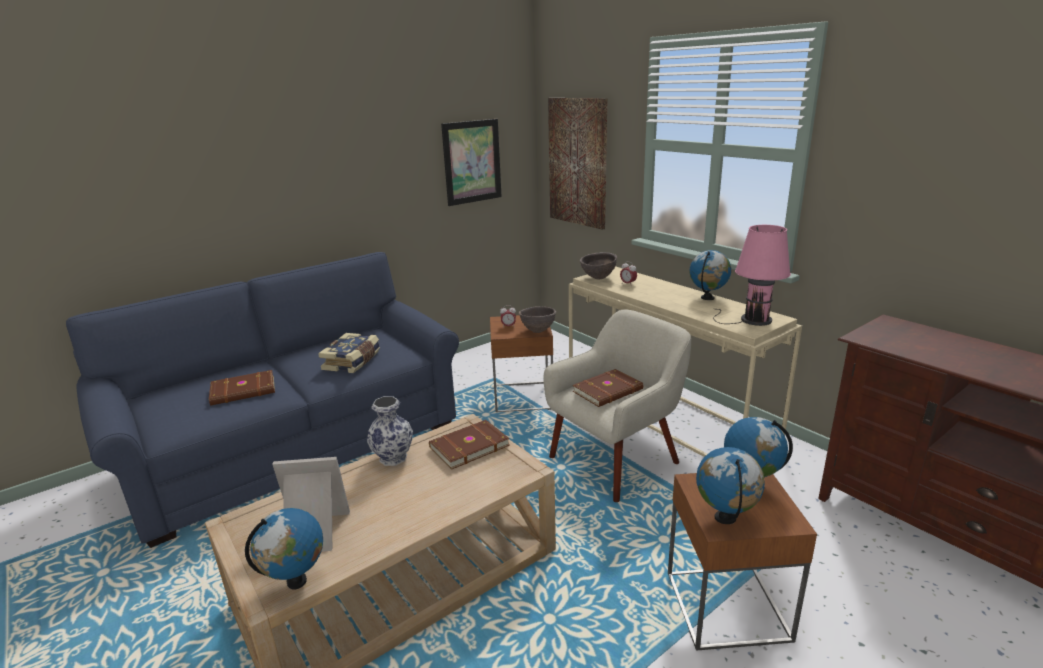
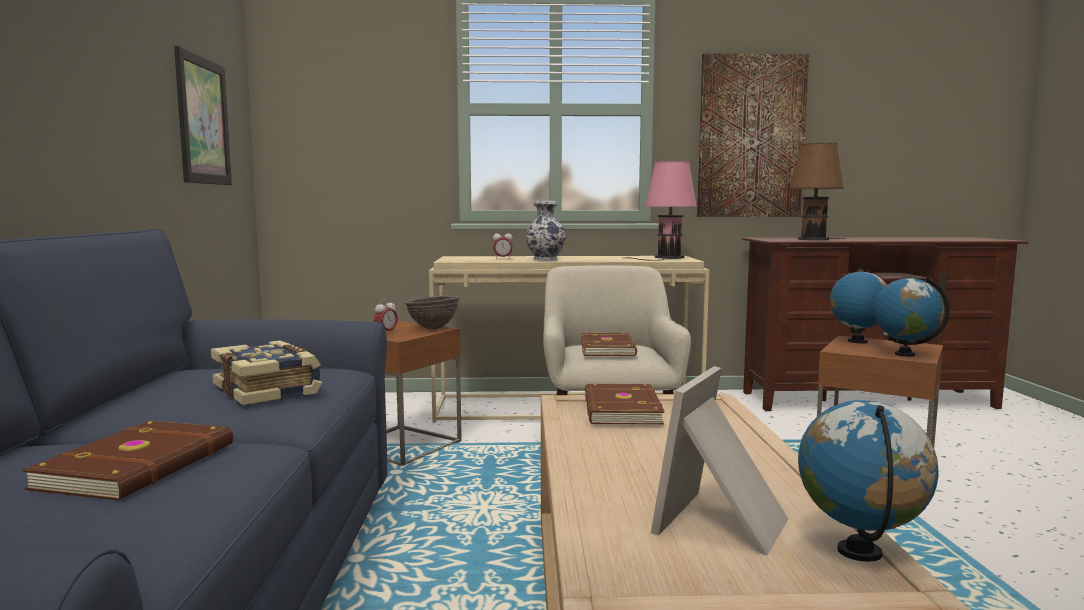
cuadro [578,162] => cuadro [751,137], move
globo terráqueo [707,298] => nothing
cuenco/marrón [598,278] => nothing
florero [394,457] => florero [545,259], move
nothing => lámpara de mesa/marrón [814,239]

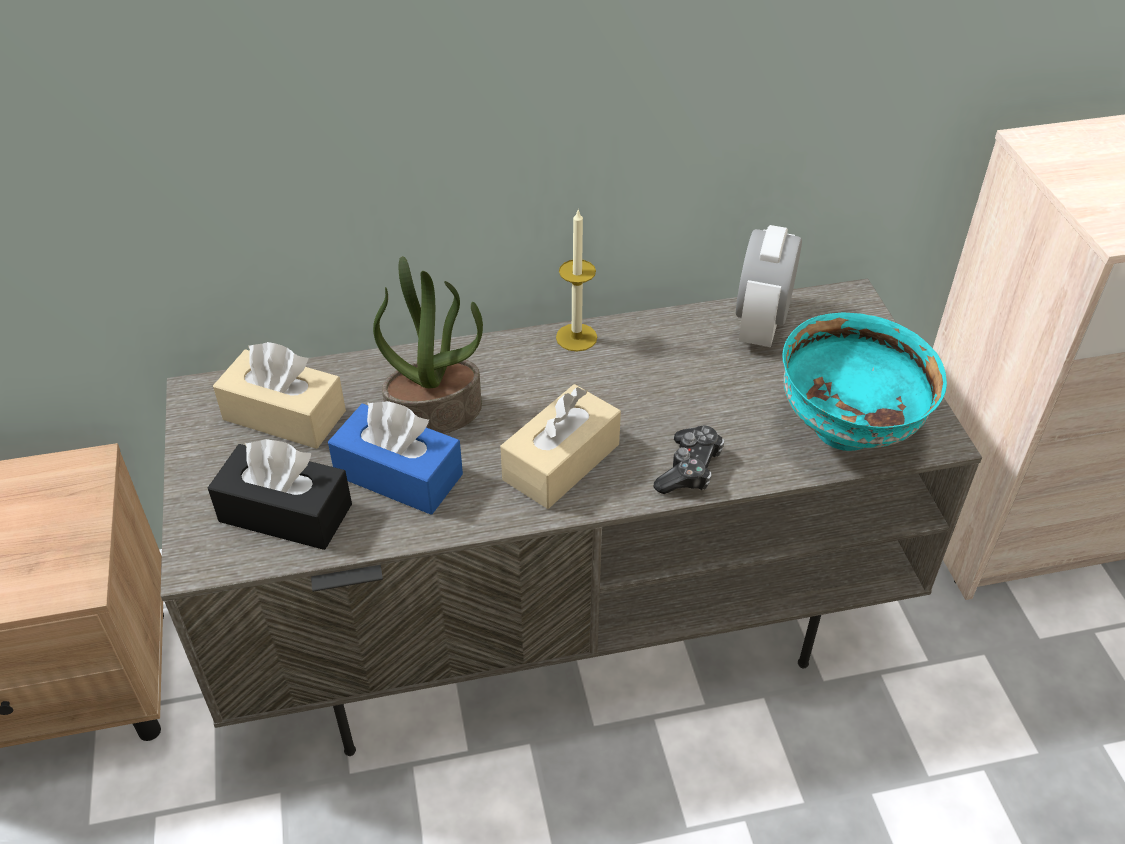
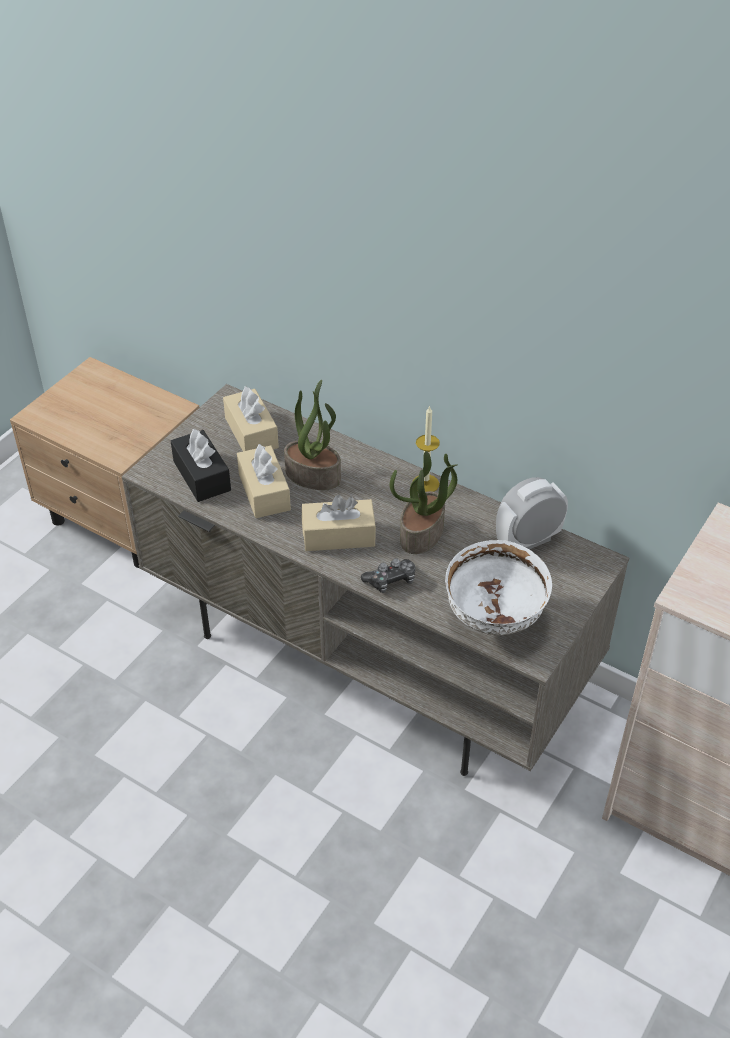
cuenco/turquesa [848,429] => cuenco/blanco [495,619]
caja de pañuelos/azul [398,475] => caja de pañuelos/beis [264,492]
nothing => planta en maceta [422,534]

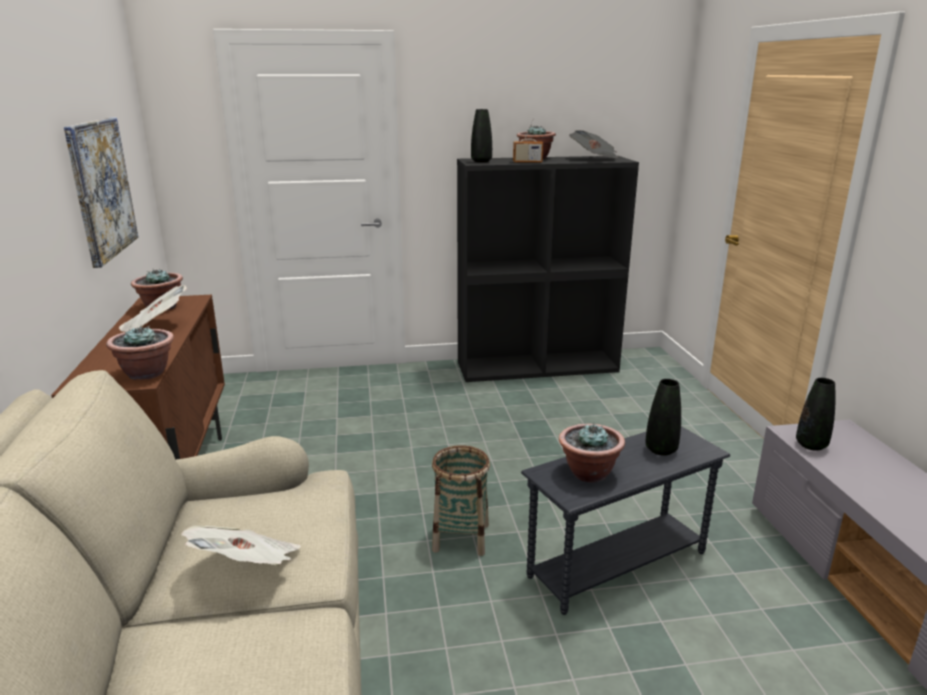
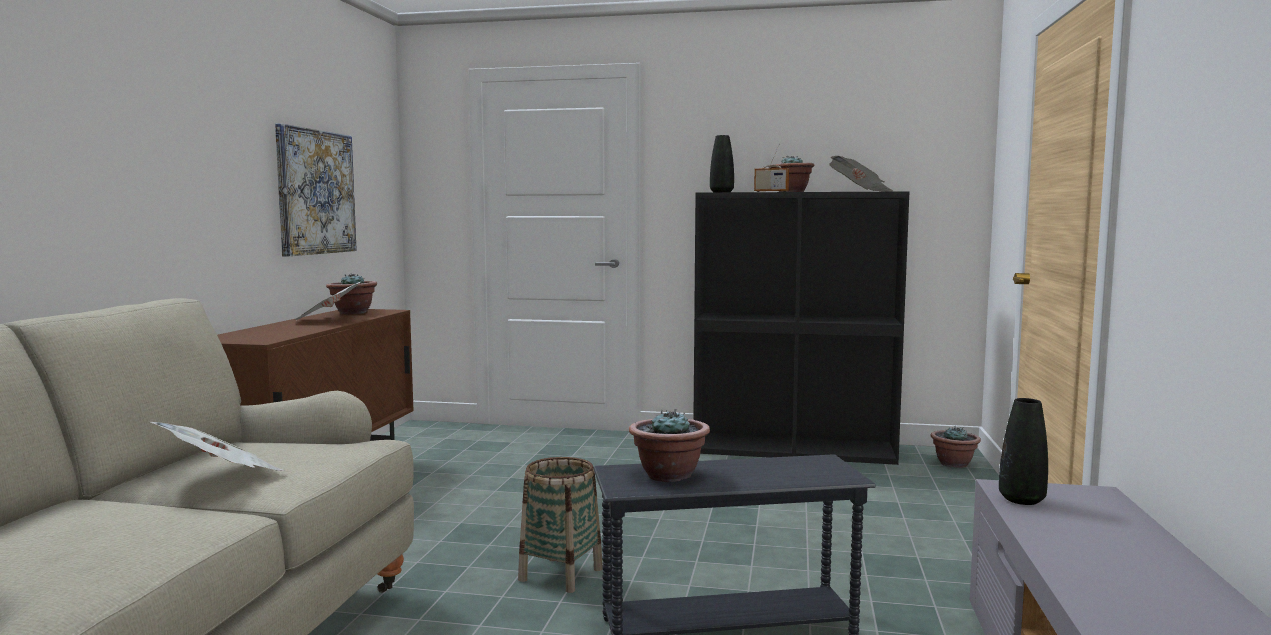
planta en maceta [146,373] => planta en maceta [954,464], move
florero/negro [661,450] => nothing

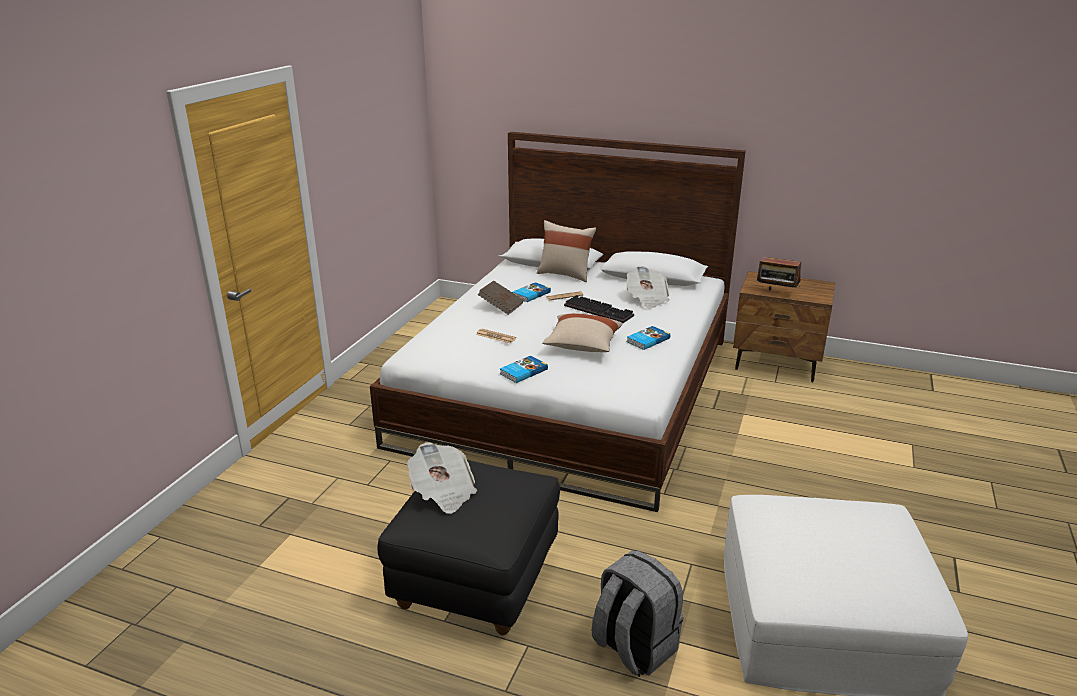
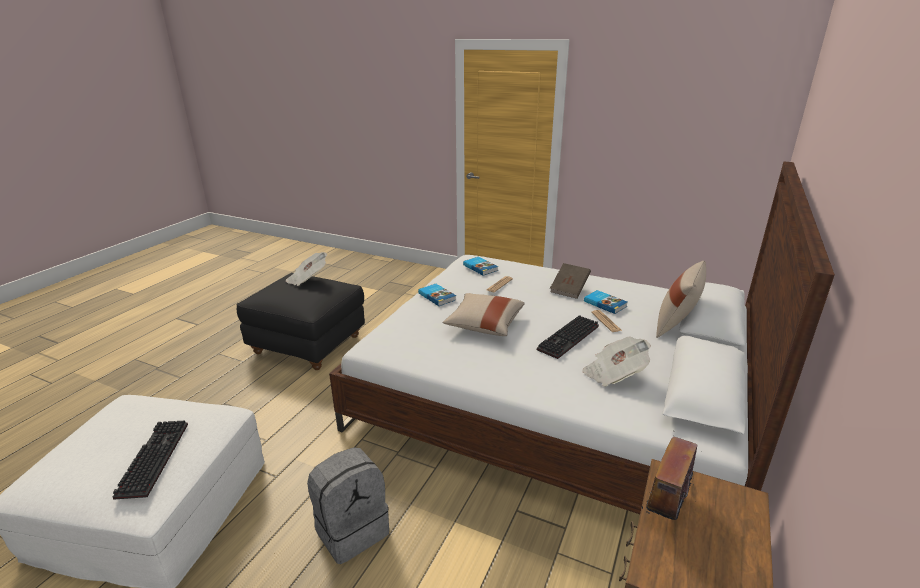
libro [647,340] => libro [480,267], move
mochila/gris [633,647] => mochila/gris [352,529], move
nothing => teclado [152,458]

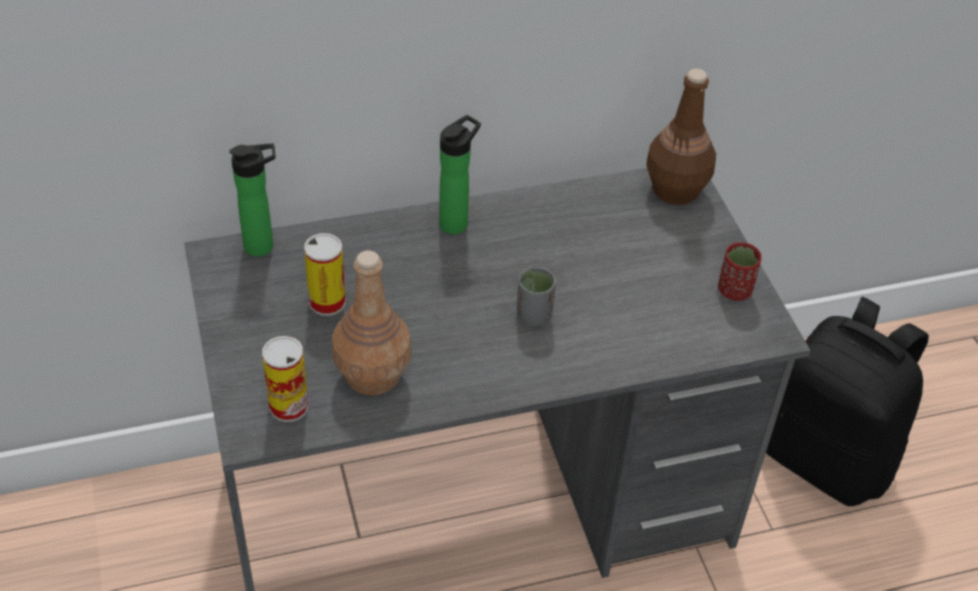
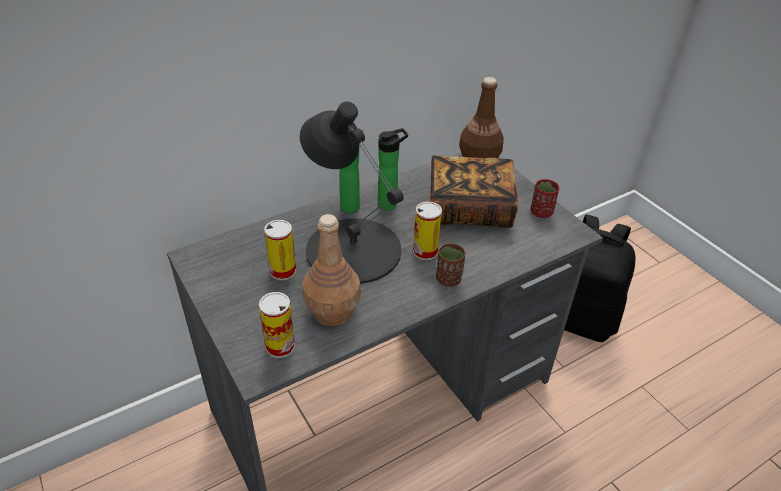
botella [263,246] => botella [390,204], move
taza/gris [534,316] => lata [425,251]
nothing => lámpara de mesa/negro [353,249]
nothing => libro [469,209]
nothing => taza/marrón [448,279]

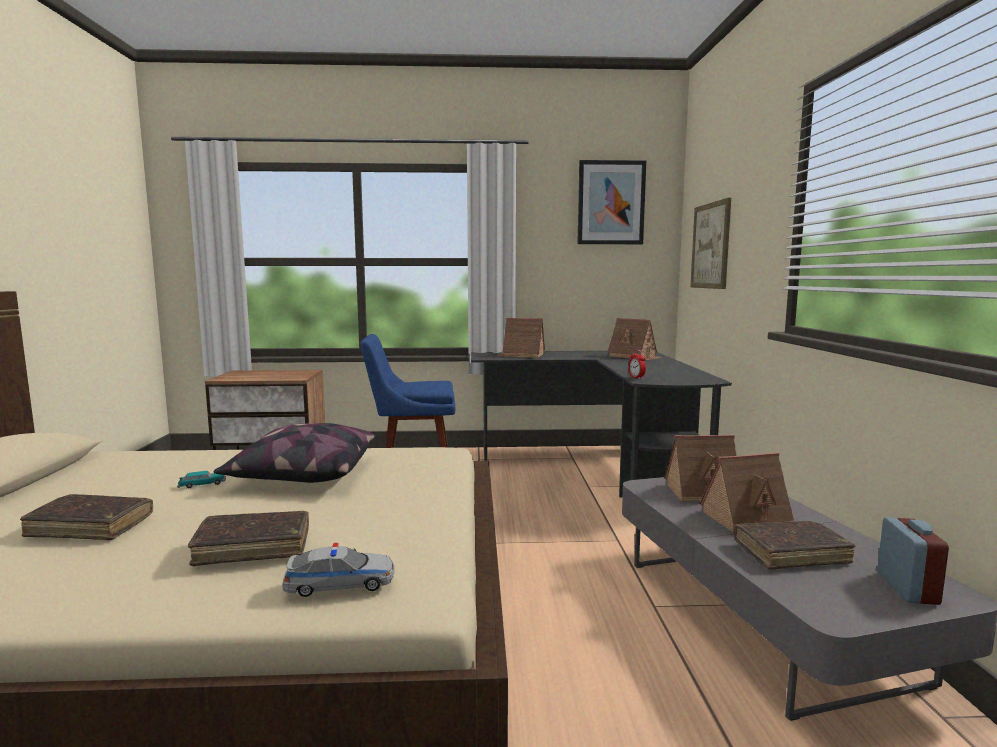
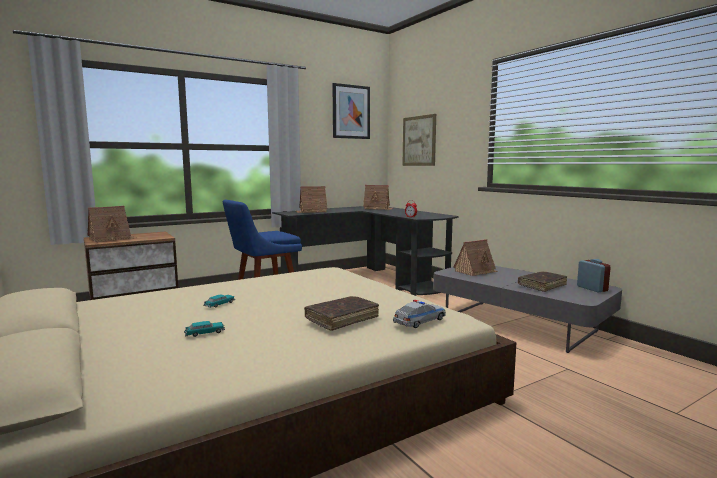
cojín [303,475] => nothing
casita [748,518] => casita [112,238], move
libro/marrón [91,527] => coche de juguete [205,333]

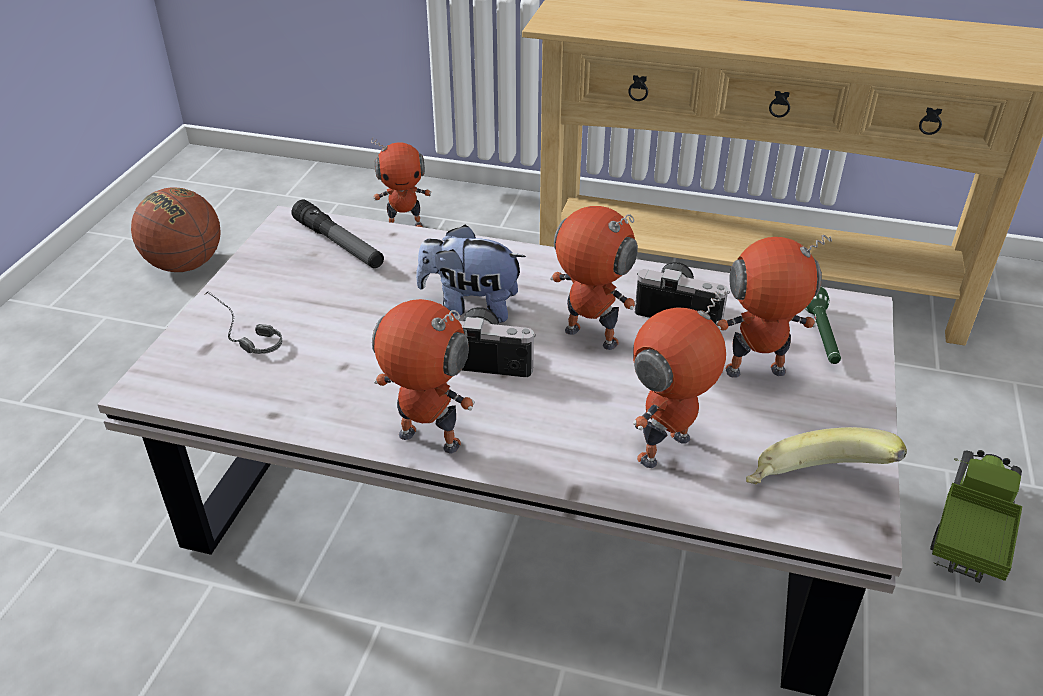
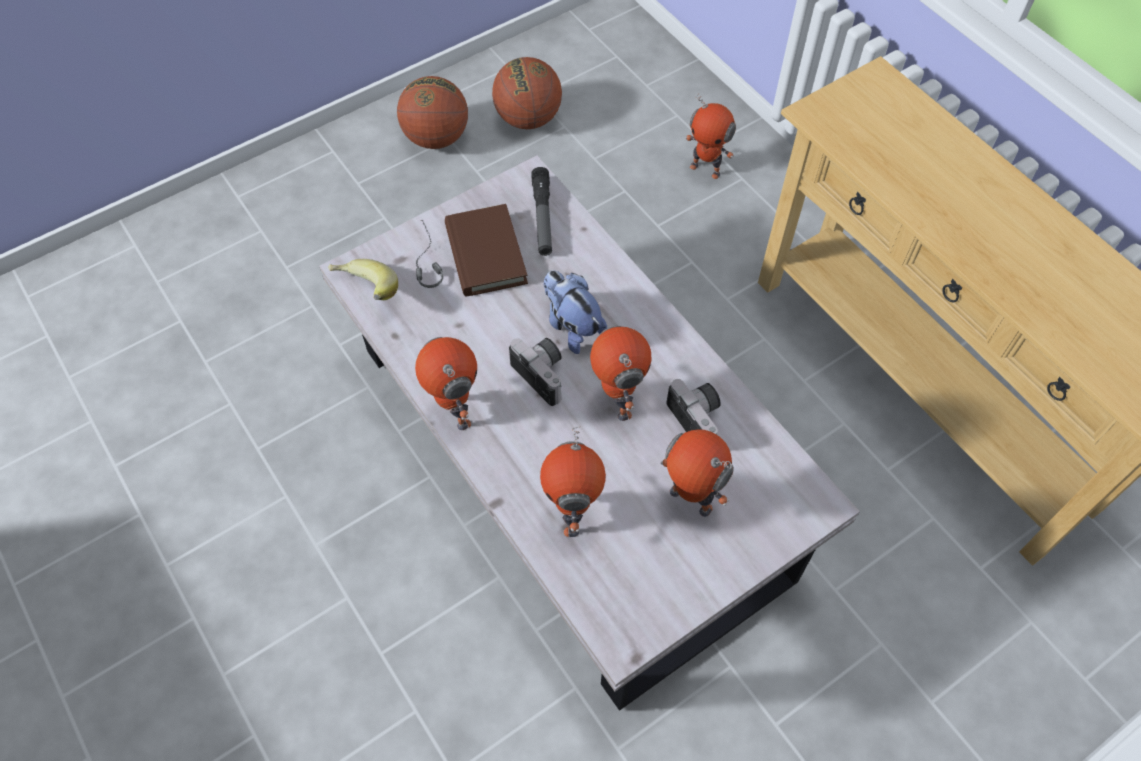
linterna/verde [821,336] => nothing
robot de juguete [666,451] => robot de juguete [573,515], 90 degrees counterclockwise
plátano [814,488] => plátano [365,293], move
camión de juguete [970,530] => nothing
nothing => balón de baloncesto [436,138]
nothing => libro/marrón [485,254]

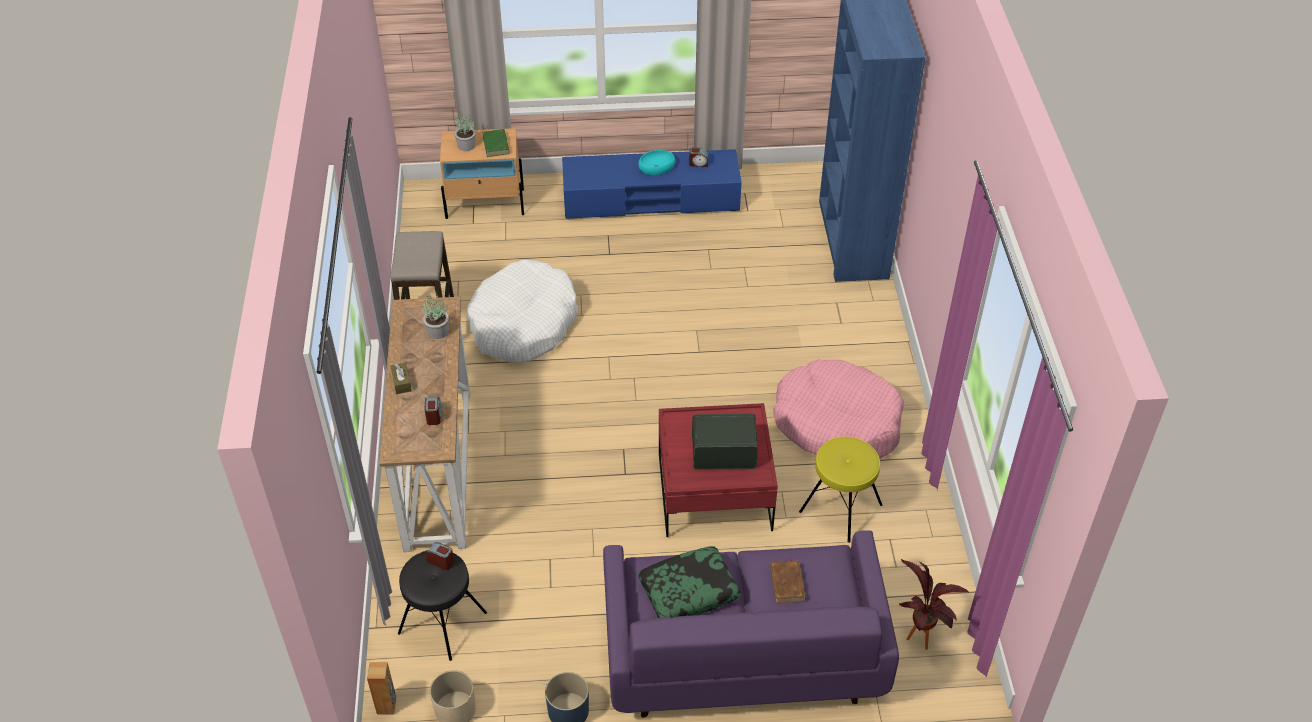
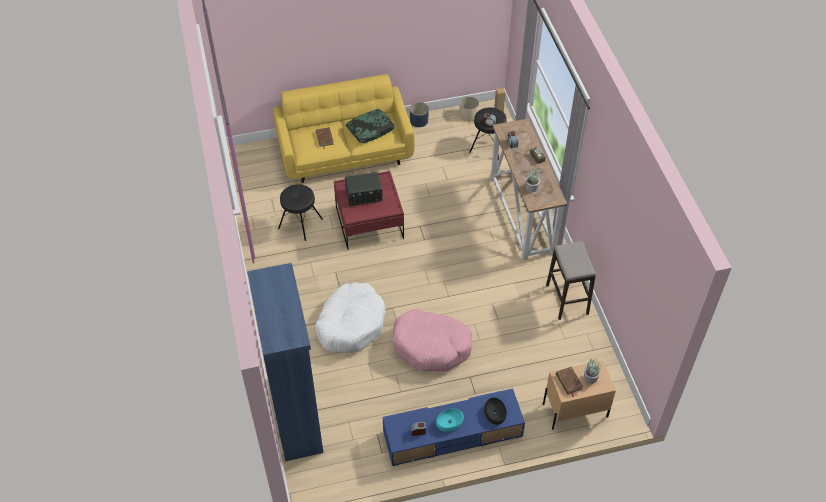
libro/verde [496,145] => libro/marrón [568,382]
cama para perro/blanco [523,324] => cama para perro/blanco [351,324], move
cama para perro/rosa [837,423] => cama para perro/rosa [431,346], move
taburete/amarillo [841,508] => taburete/negro [300,223]
sofá/morado [741,652] => sofá/amarillo [345,152]
planta en maceta [921,634] => nothing
nothing => cuenco/negro [494,413]

